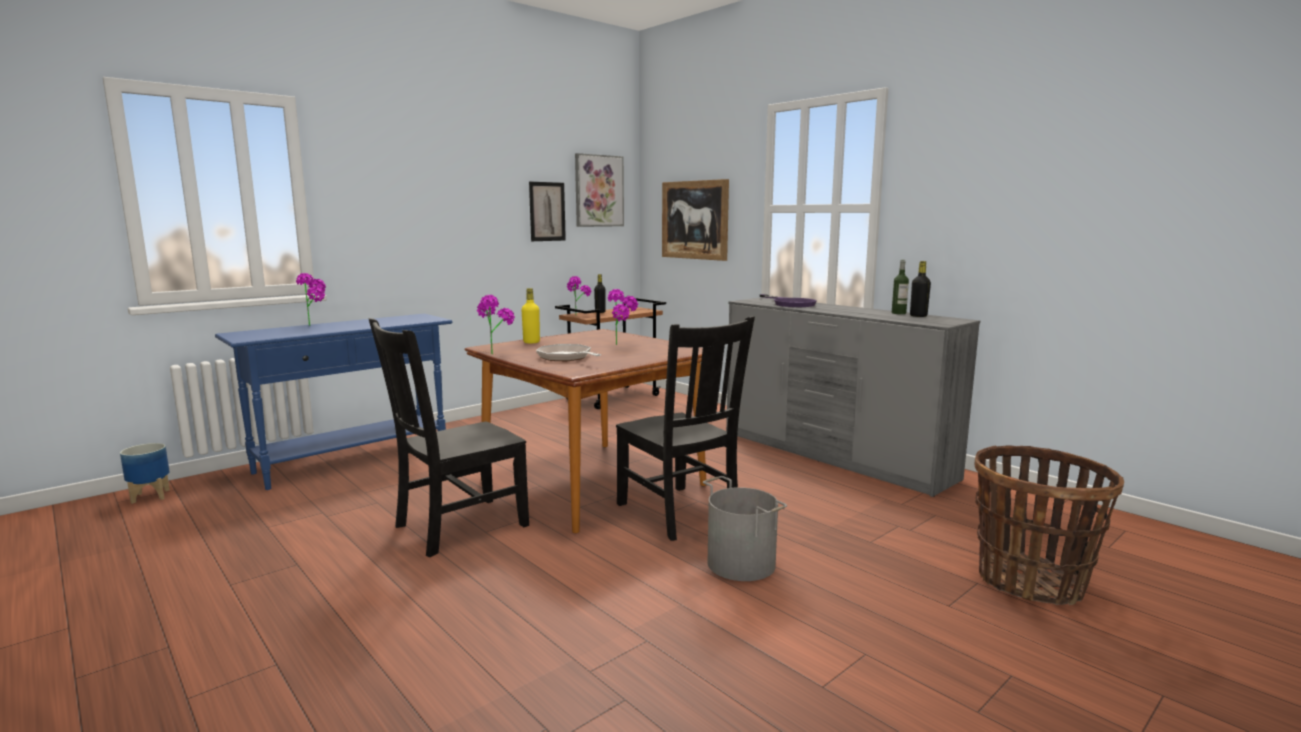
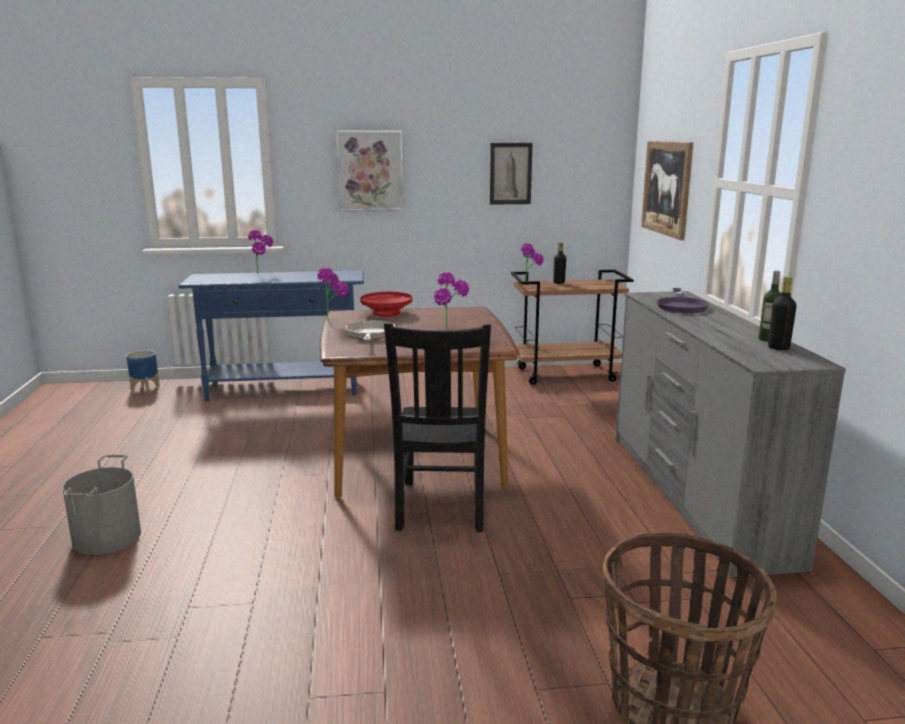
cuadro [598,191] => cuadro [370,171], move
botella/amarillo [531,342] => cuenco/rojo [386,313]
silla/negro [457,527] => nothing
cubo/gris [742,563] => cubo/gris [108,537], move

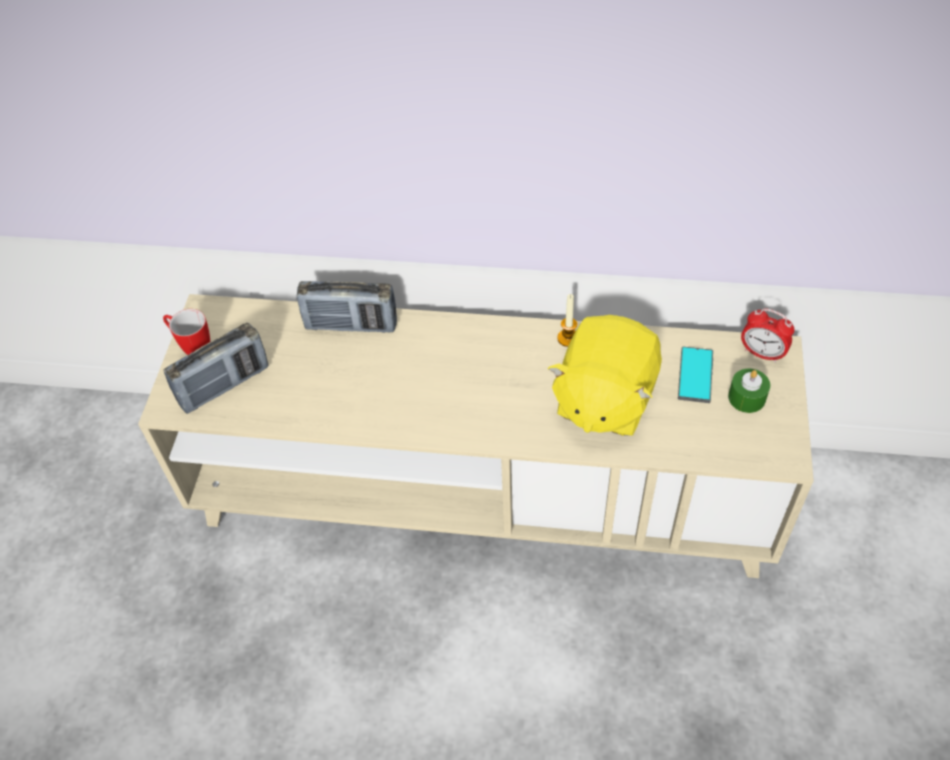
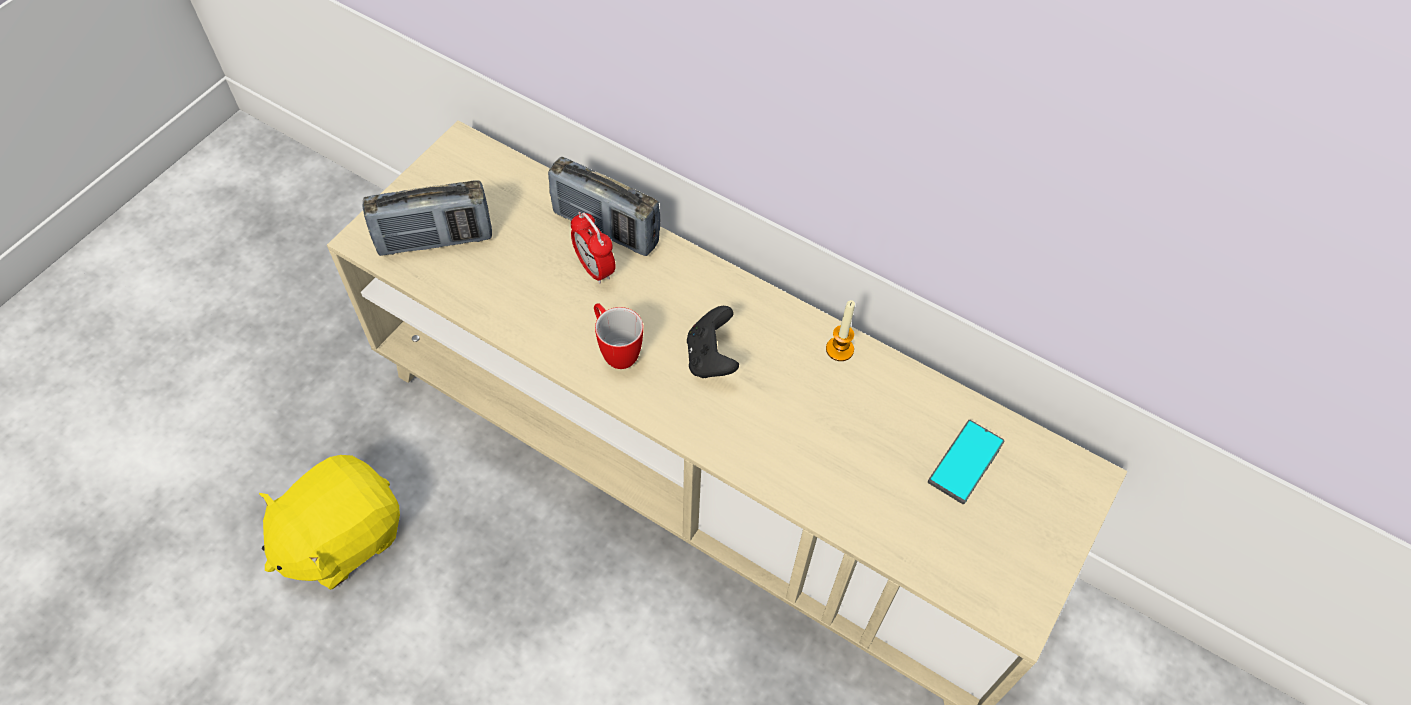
despertador [762,353] => despertador [594,269], move
taza grande [192,346] => taza grande [615,350], move
peluche/amarillo [603,399] => peluche/amarillo [341,537], move
vela/verde [746,397] => nothing
nothing => mando de consola/negro [711,358]

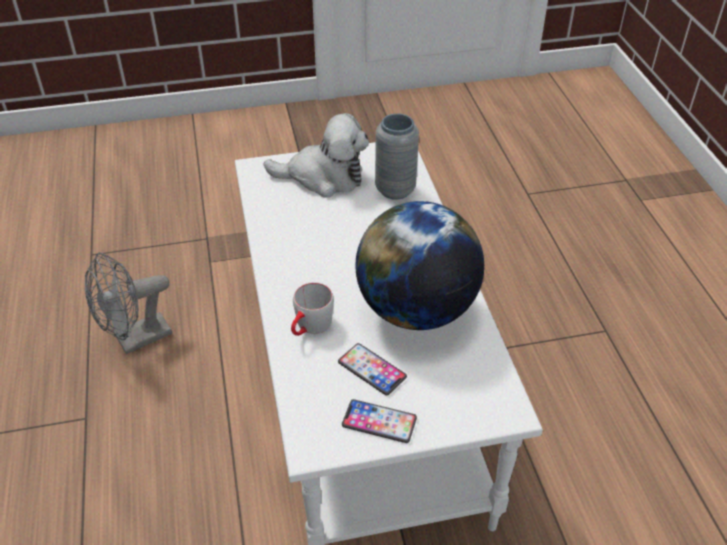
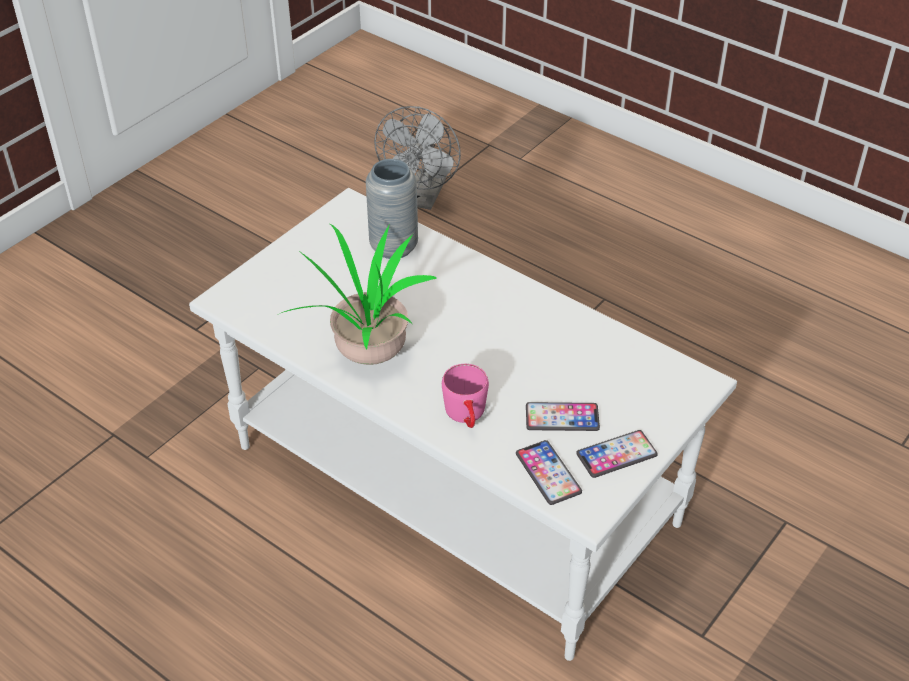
peluche [323,177] => nothing
globo terráqueo [416,310] => nothing
ventilador/gris [136,340] => ventilador/gris [422,199], move
taza grande/gris [310,327] => taza grande/rosa [467,416]
nothing => planta en maceta [367,352]
nothing => móvil [548,473]

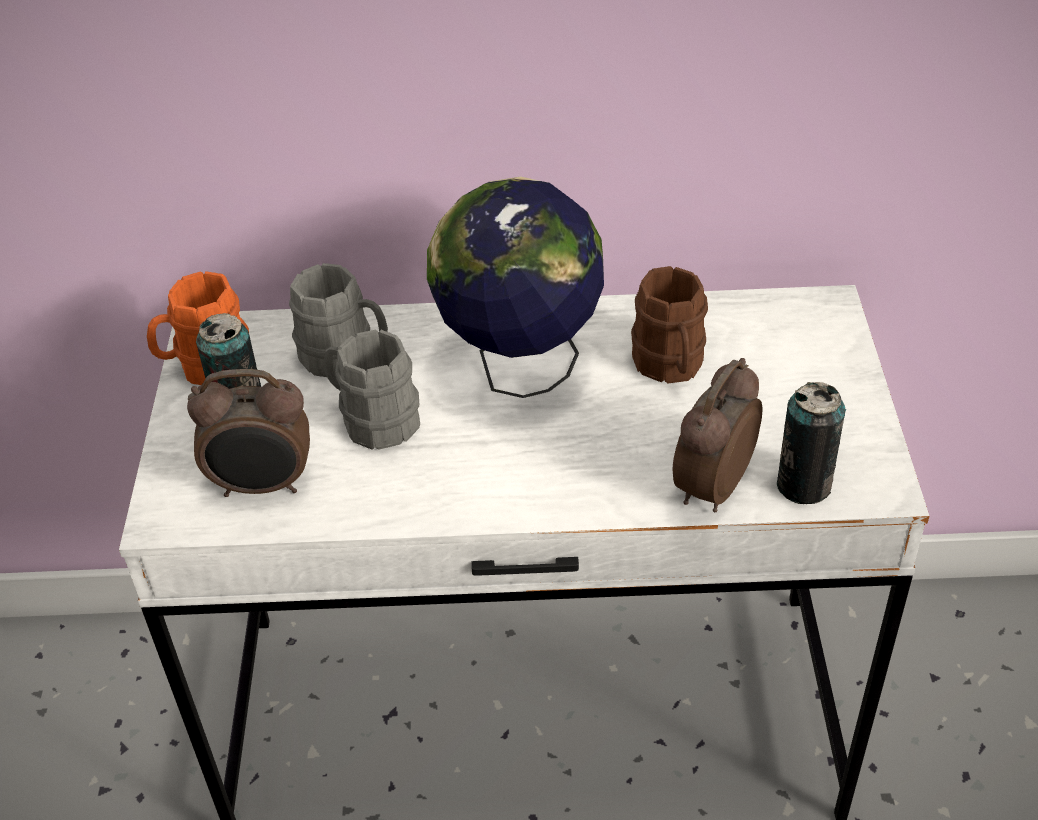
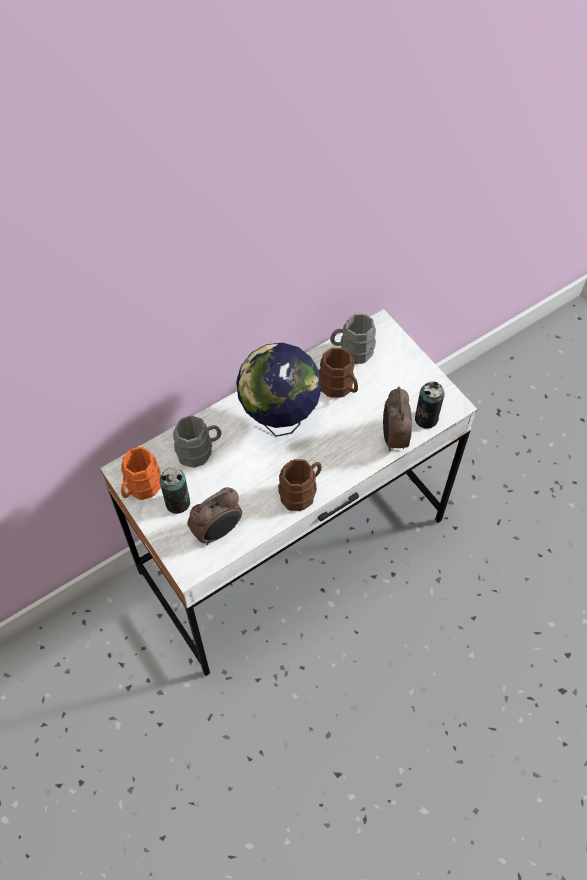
taza grande/gris [372,419] => taza grande/gris [352,351], move
nothing => taza grande/marrón [301,492]

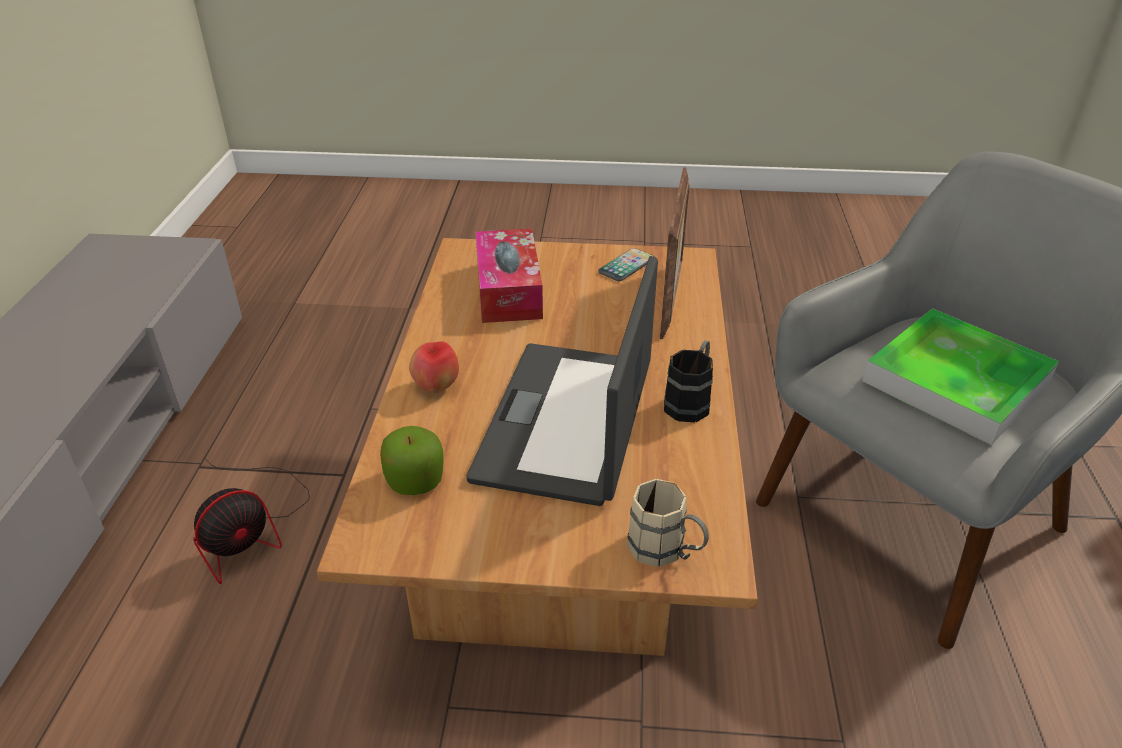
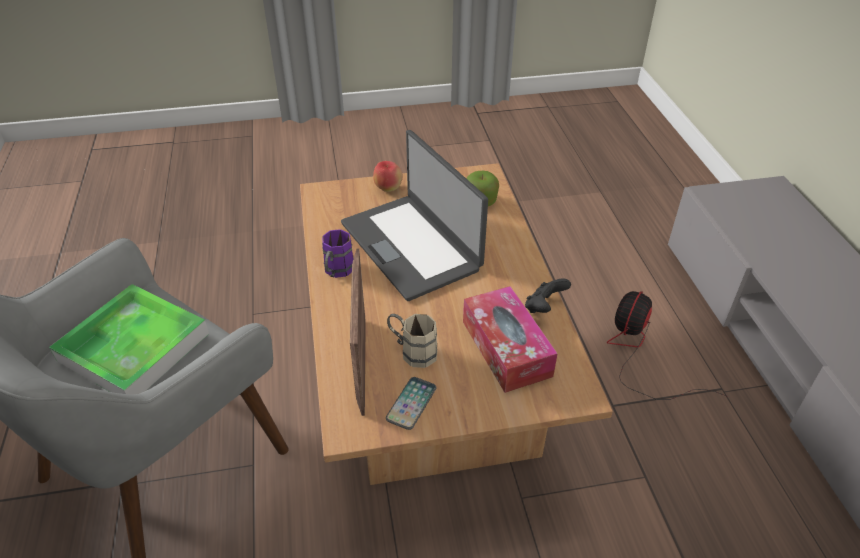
portátil [569,421] => portátil [411,245], 150 degrees clockwise
taza grande/negro [690,401] => taza grande/morado [337,272]
manzana [436,388] => manzana [388,189], move
taza grande/beis [666,552] => taza grande/beis [412,351], move
nothing => mando de consola/negro [544,307]

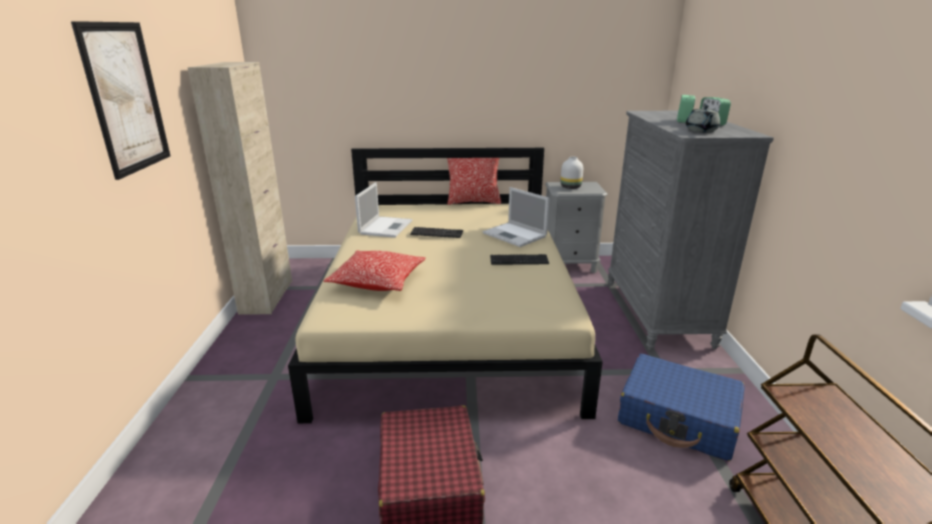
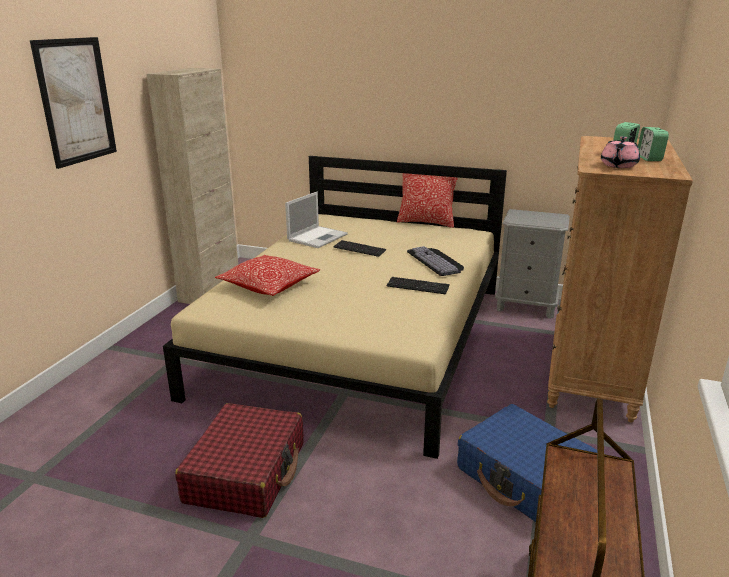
tetera/gris [701,131] => tetera/rosa [618,165]
cómoda/gris [657,313] => cómoda/marrón [591,372]
florero/blanco [570,187] => nothing
portátil [515,235] => teclado [437,261]

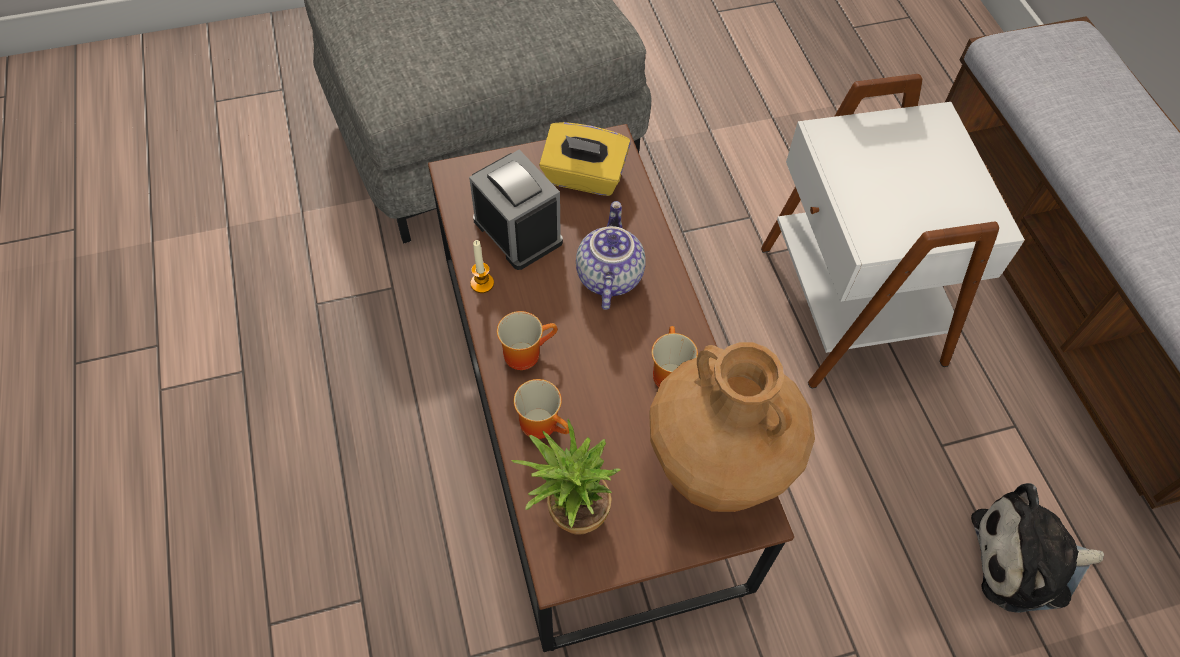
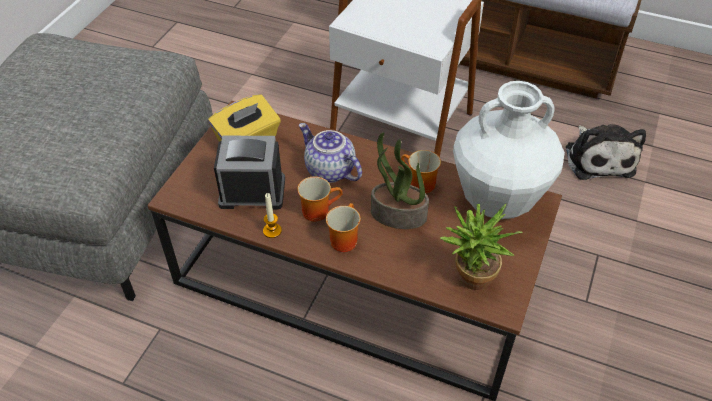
florero/marrón [715,469] => florero/blanco [496,201]
taza grande [544,423] => taza grande [318,209], move
peluche [1027,560] => peluche [598,158], 45 degrees counterclockwise
nothing => planta en maceta [397,215]

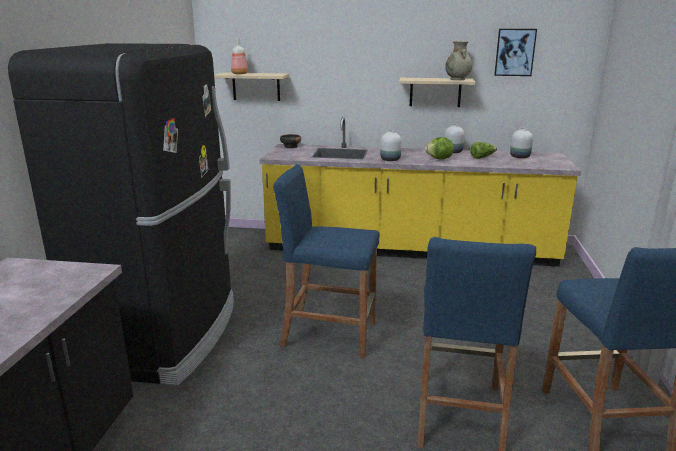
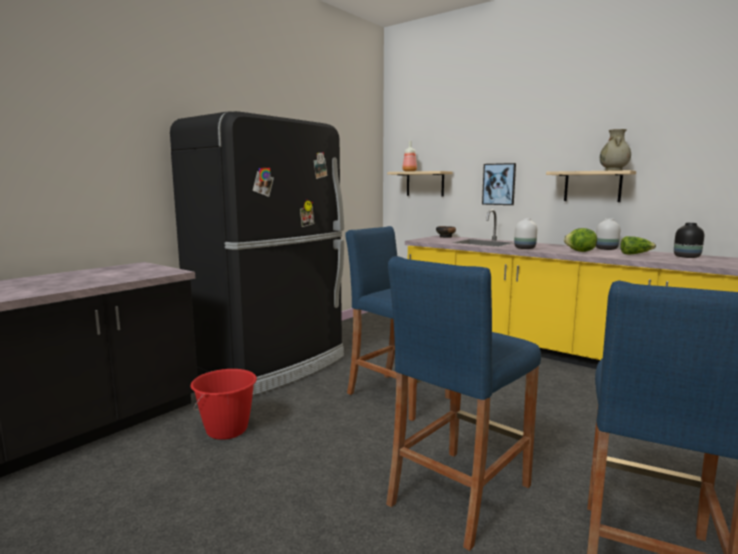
cuadro [515,52] => cuadro [499,184], move
florero/blanco [520,157] => florero/negro [687,257]
nothing => cubo/rojo [227,430]

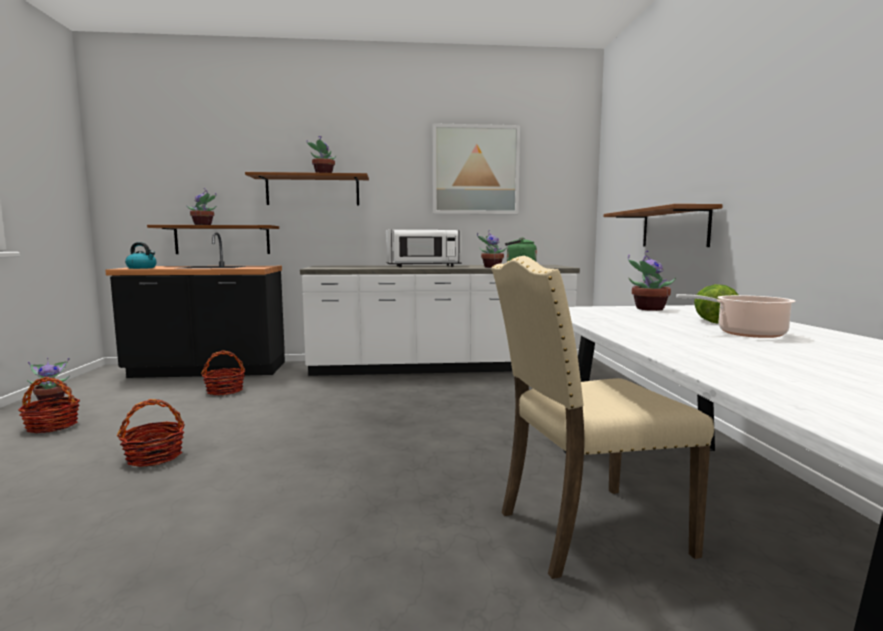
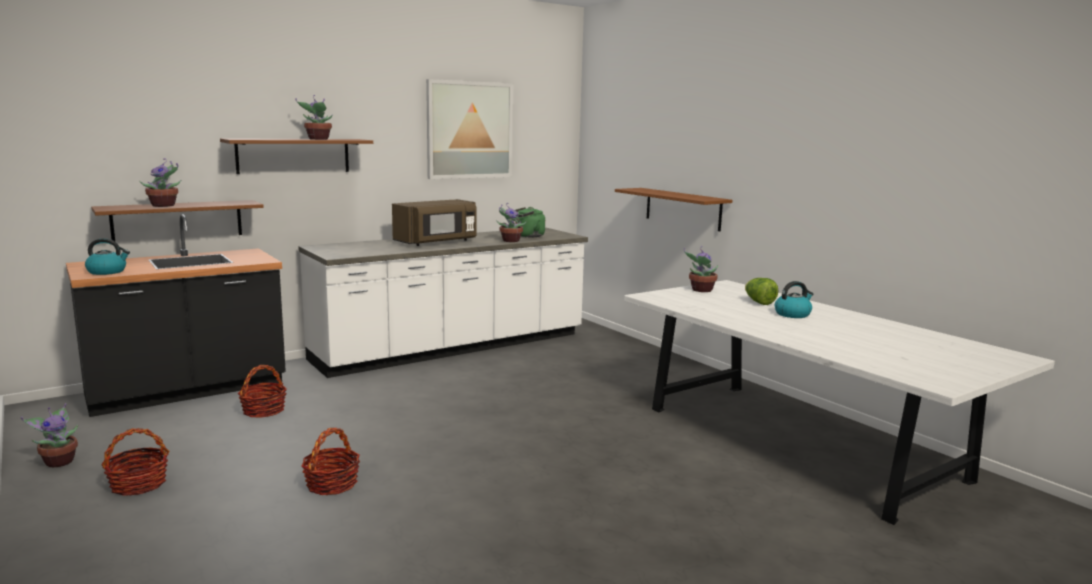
microondas/blanco [423,266] => microondas/marrón [437,242]
silla/beis [586,531] => nothing
olla [746,334] => hervidor [792,314]

